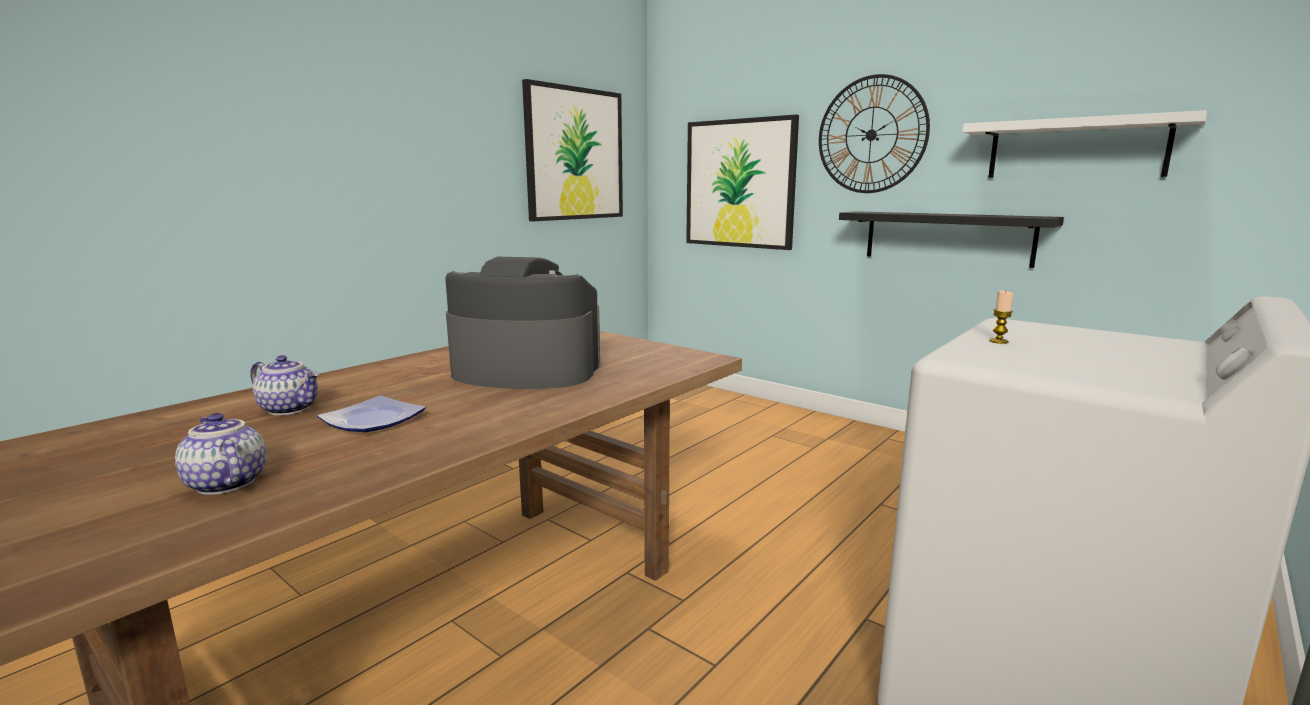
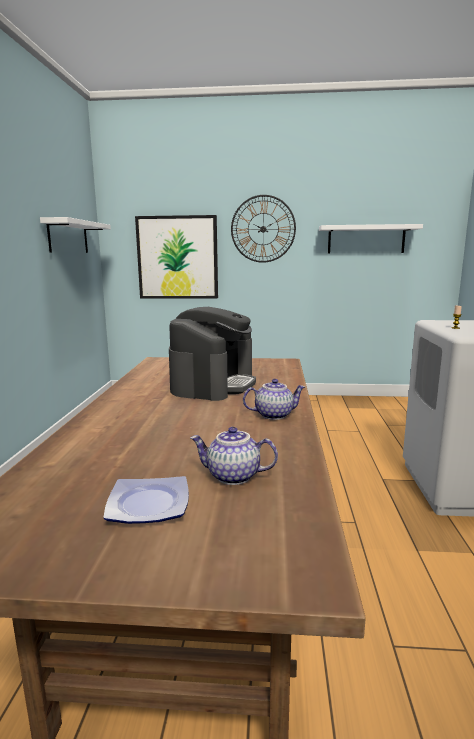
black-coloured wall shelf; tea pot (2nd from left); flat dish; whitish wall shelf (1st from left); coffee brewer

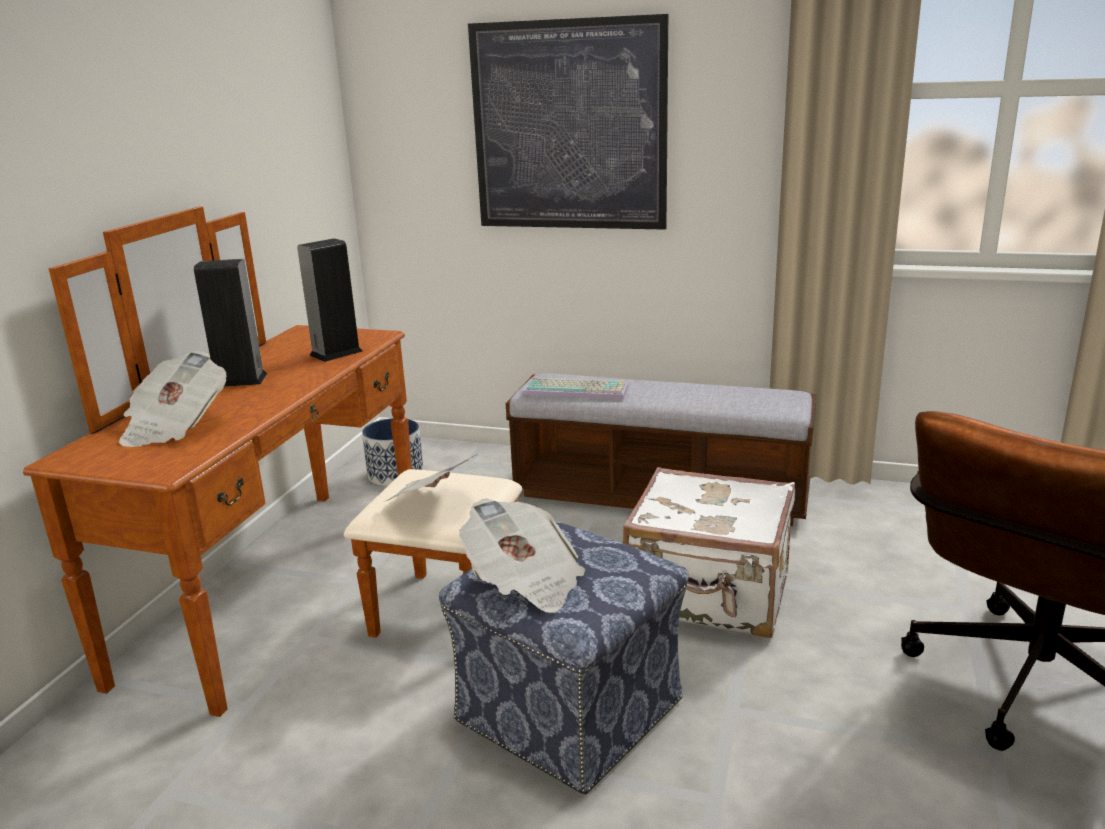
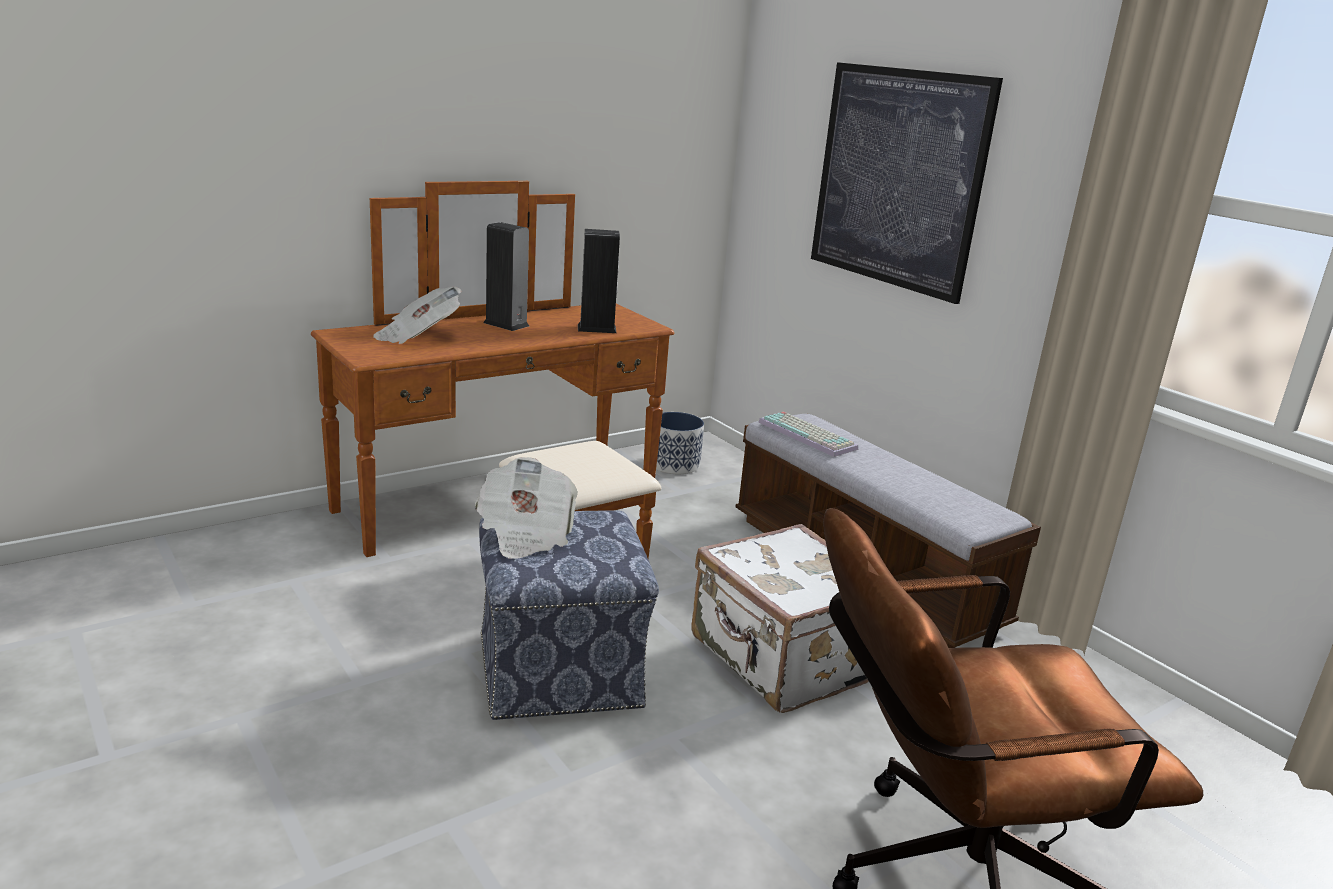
newspaper (2nd from left in the first image)

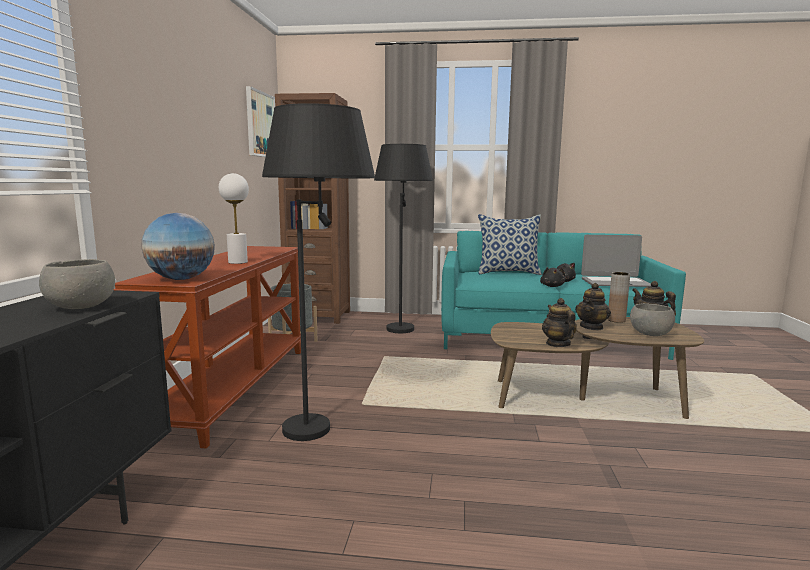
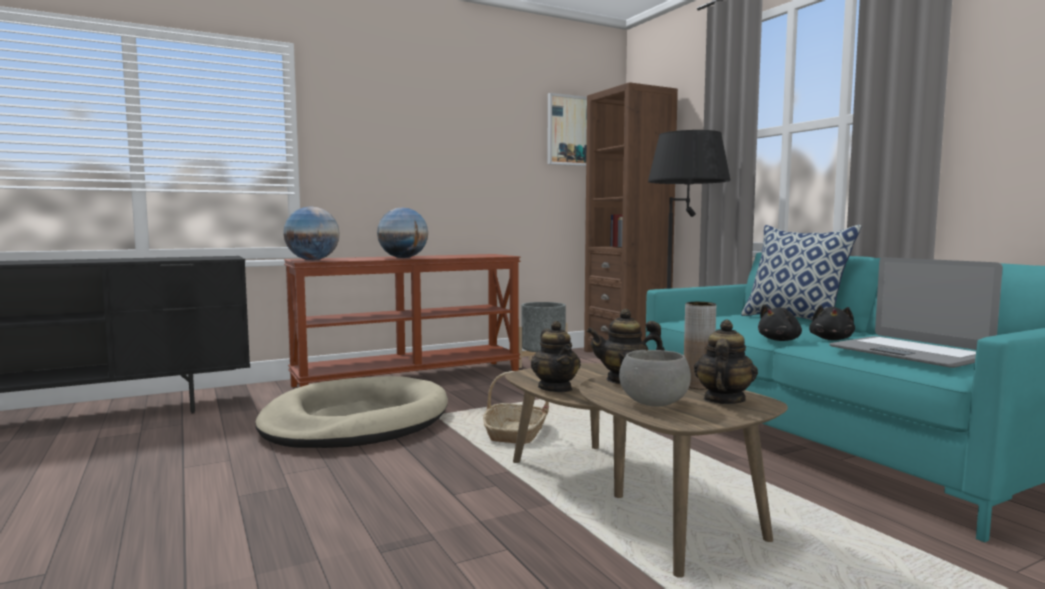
greyish bowl (1st from left in the first image); household basket; world globe (2nd from left); beige dog bed; tea pot (1st from left)

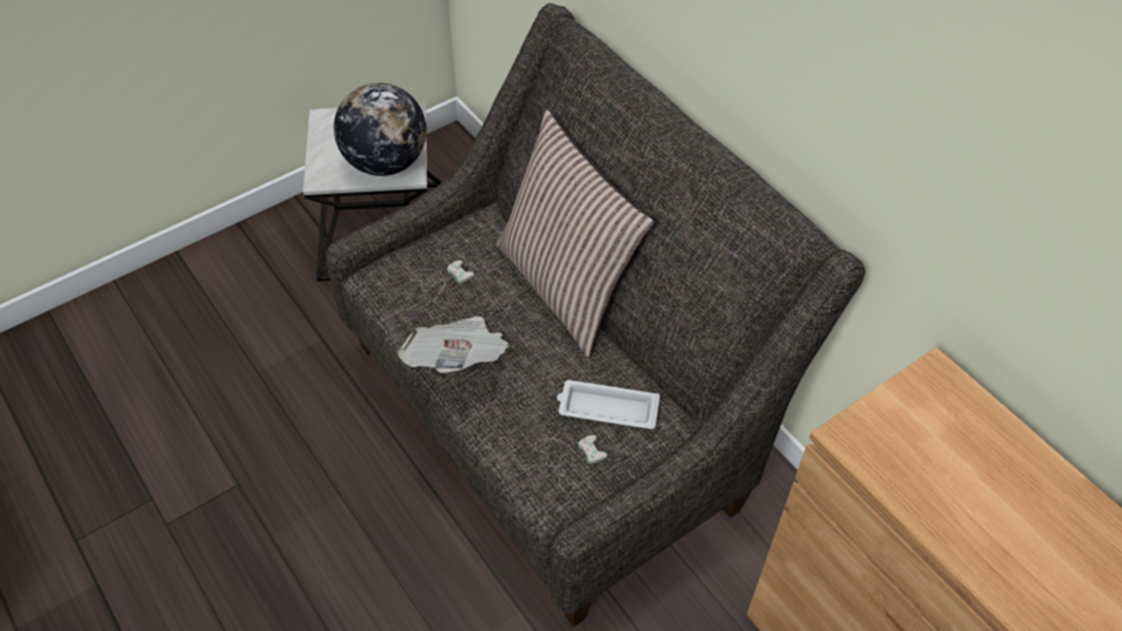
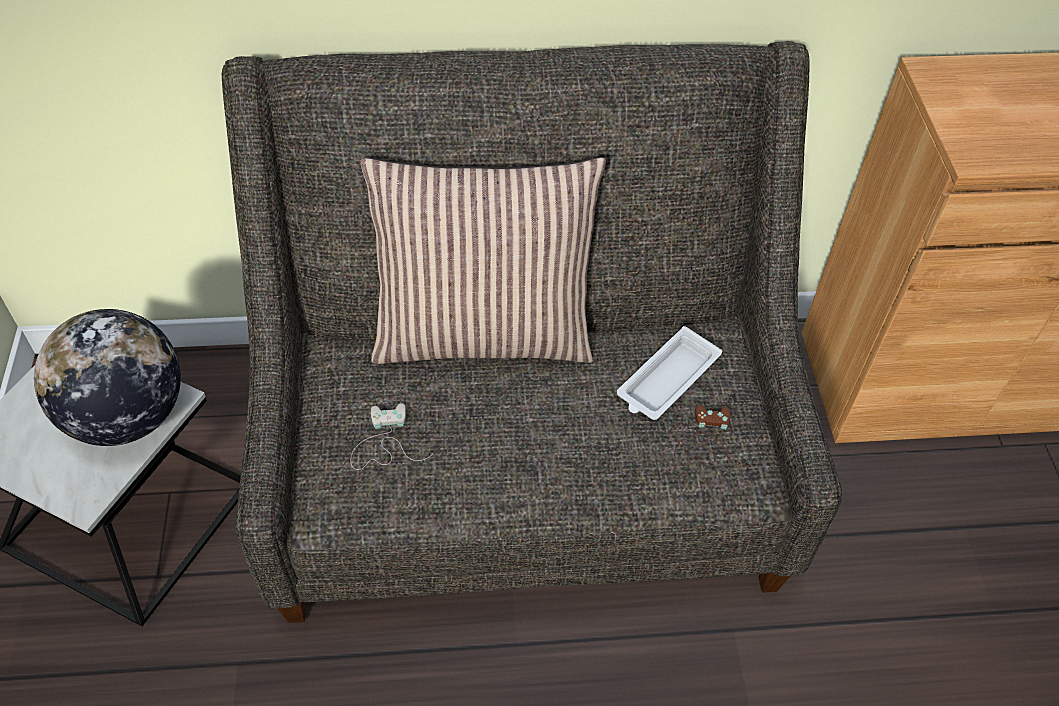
newspaper; brown-coloured joypad

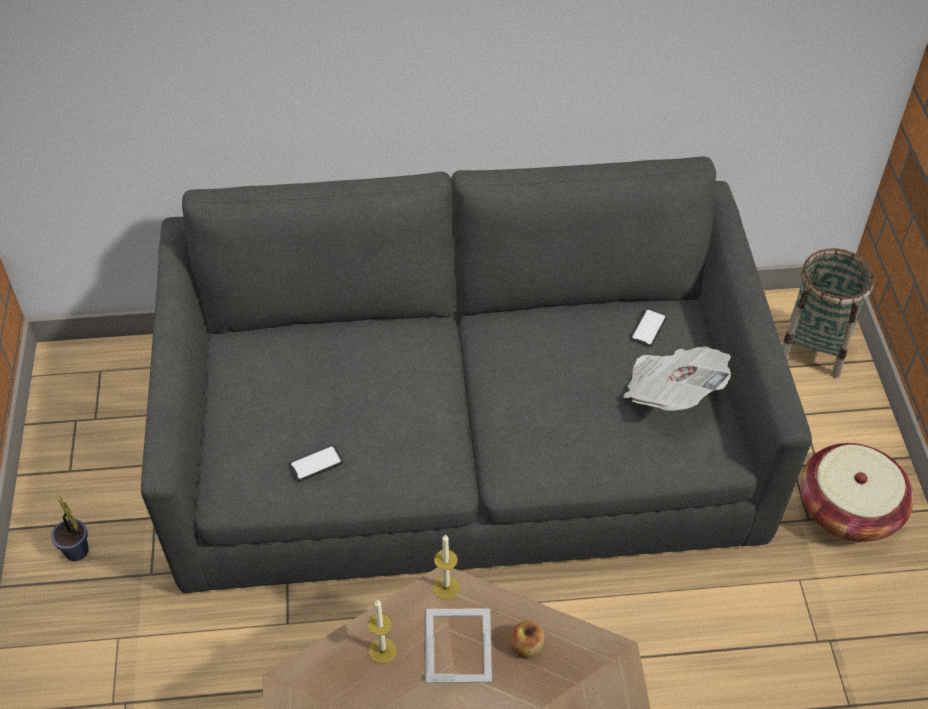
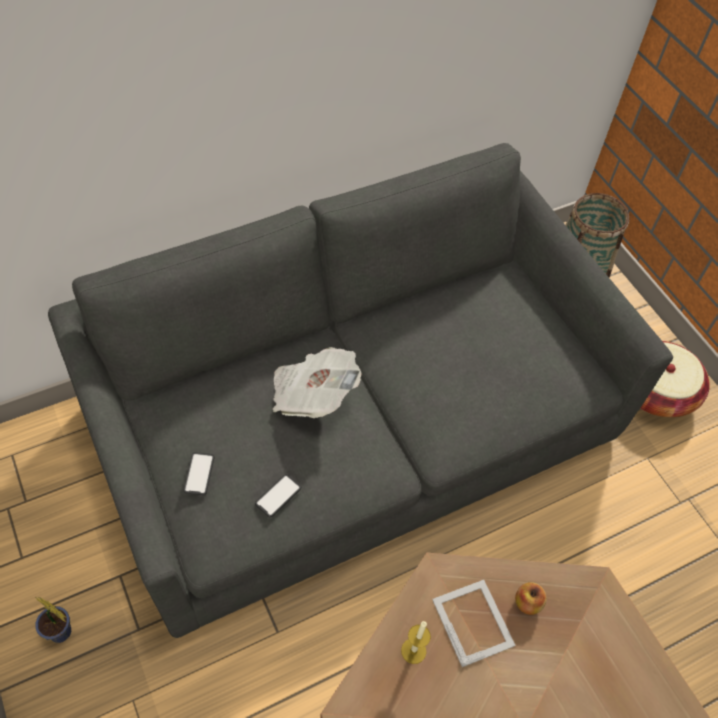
wax light (2nd from left in the first image); newspaper; handset (1st from left)

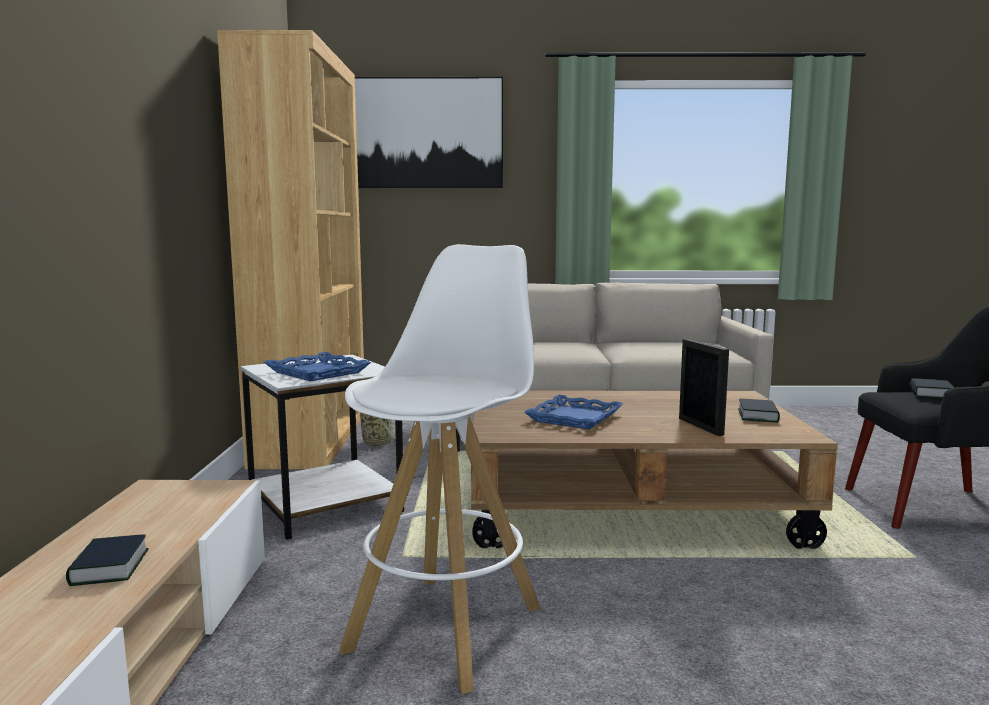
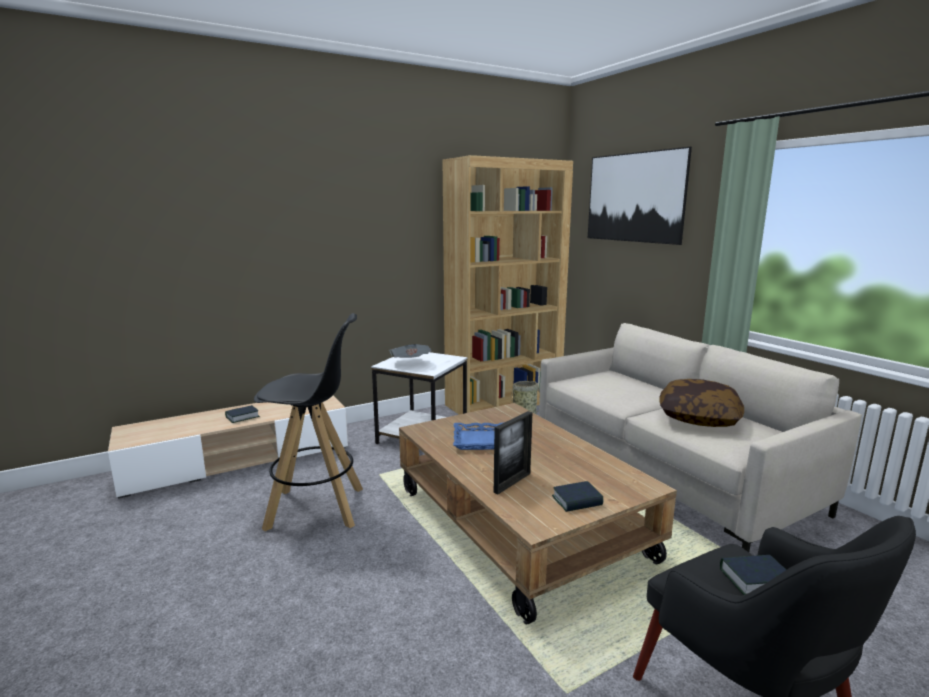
pillow; newspaper; black-coloured stool

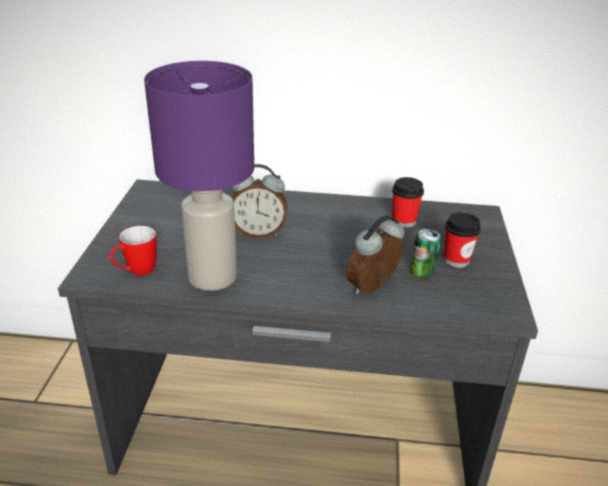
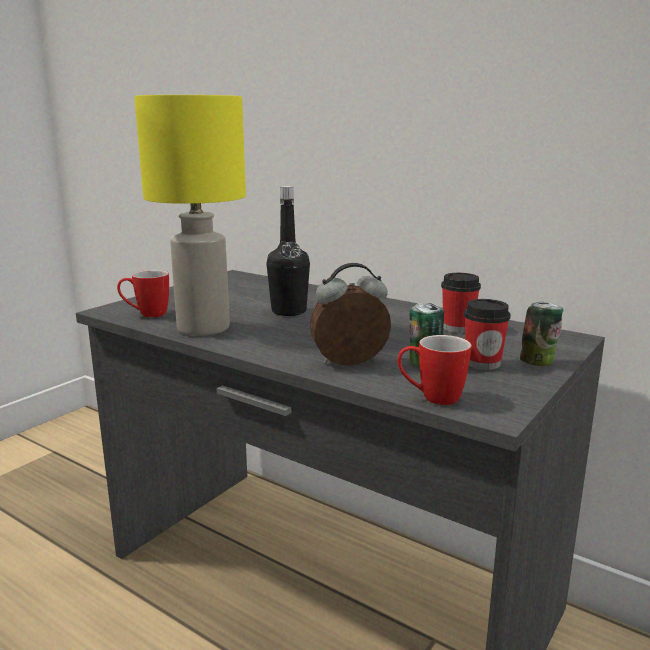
tea mug (2nd from left); can (2nd from left); black-coloured bottle; yellow-coloured lamp for a table

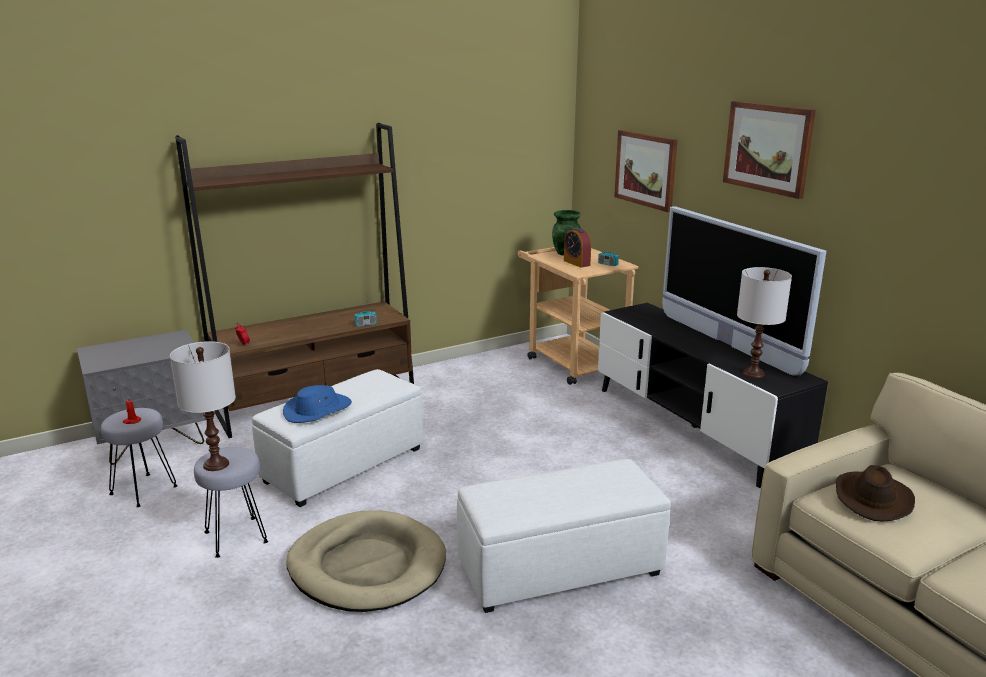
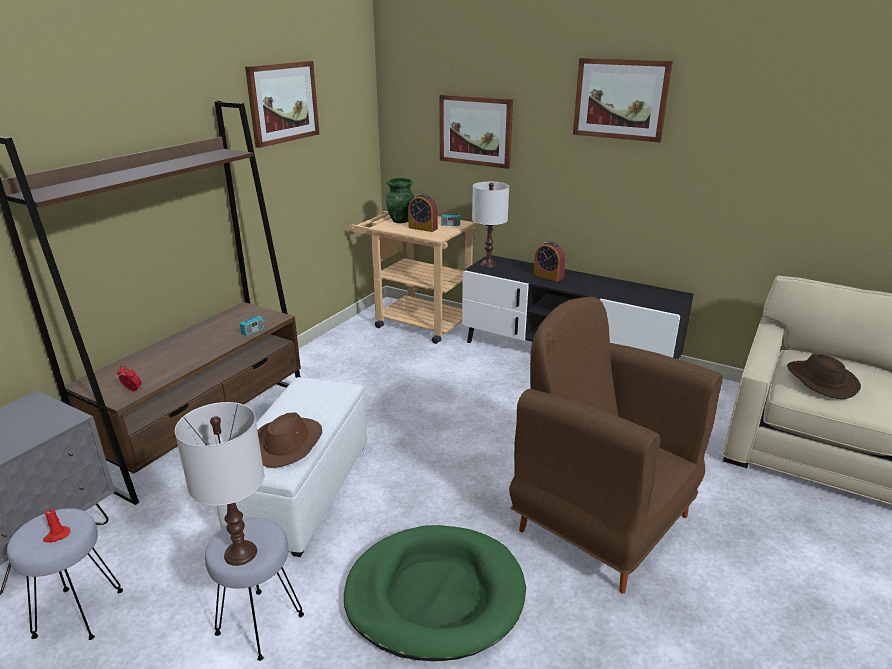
TV set; picture (1st from left); alarm clock (3rd from left); whitish lamp for a table (2nd from left); brown-coloured armchair; brown-coloured wearable hat (1st from left); greenish dog bed

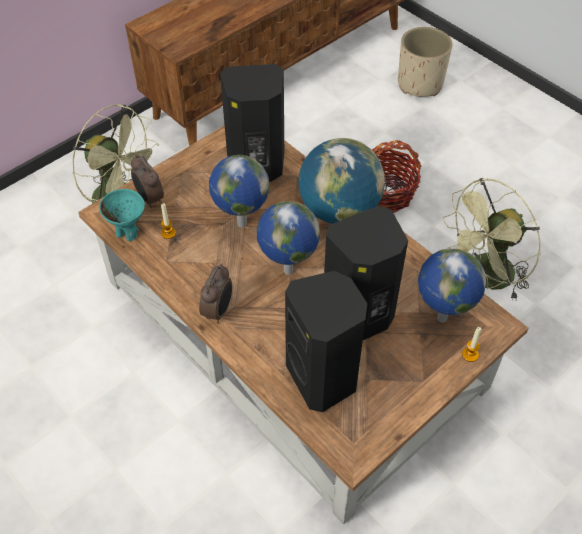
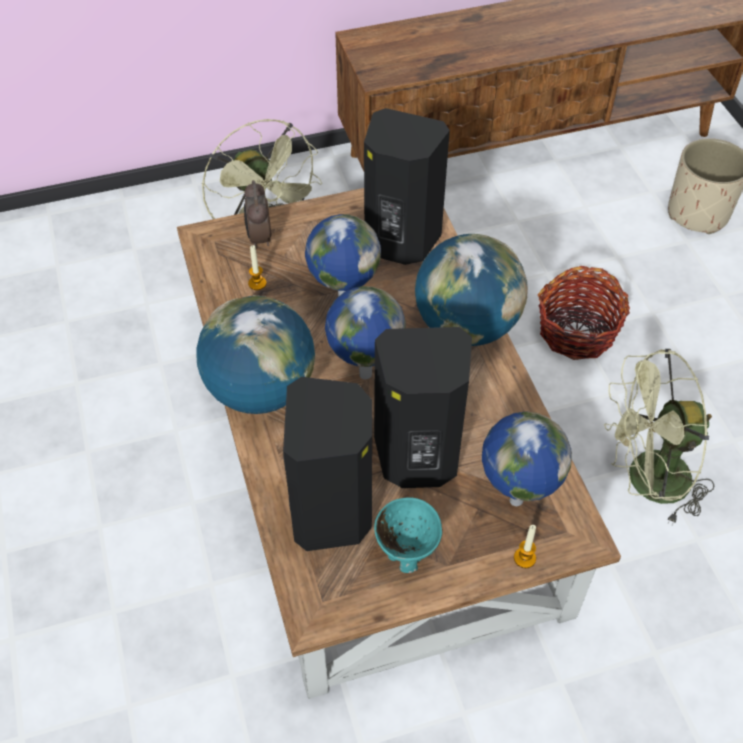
turquoise bowl; world globe (1st from left)

